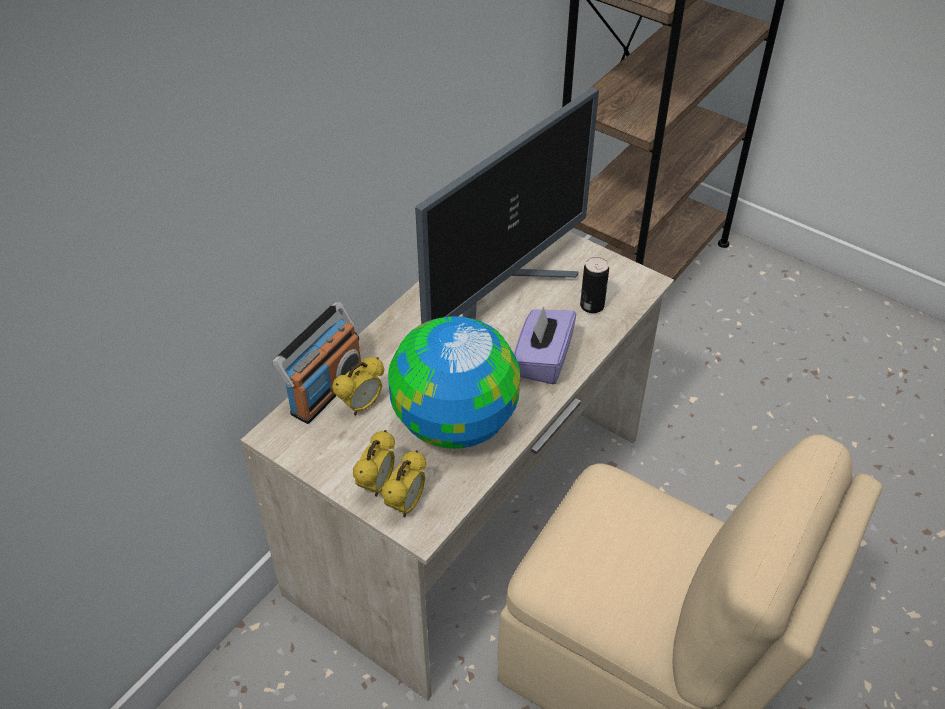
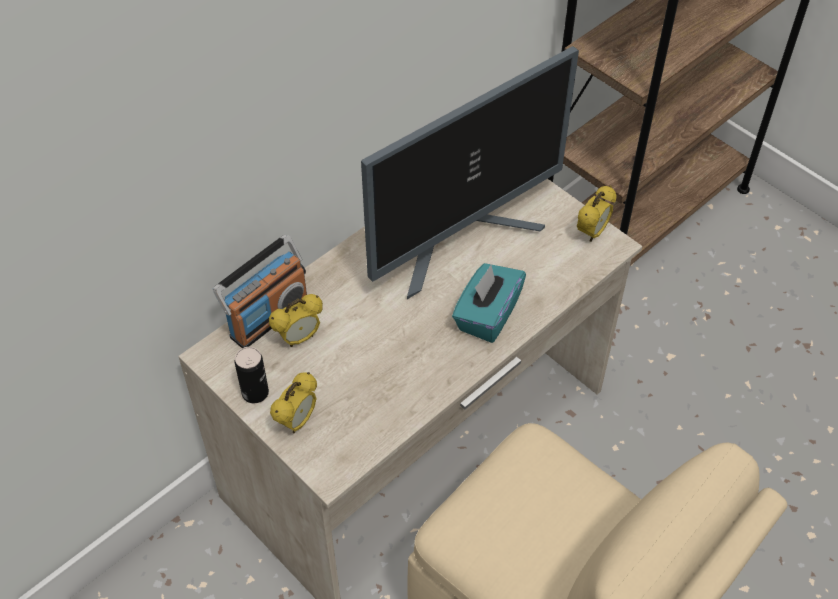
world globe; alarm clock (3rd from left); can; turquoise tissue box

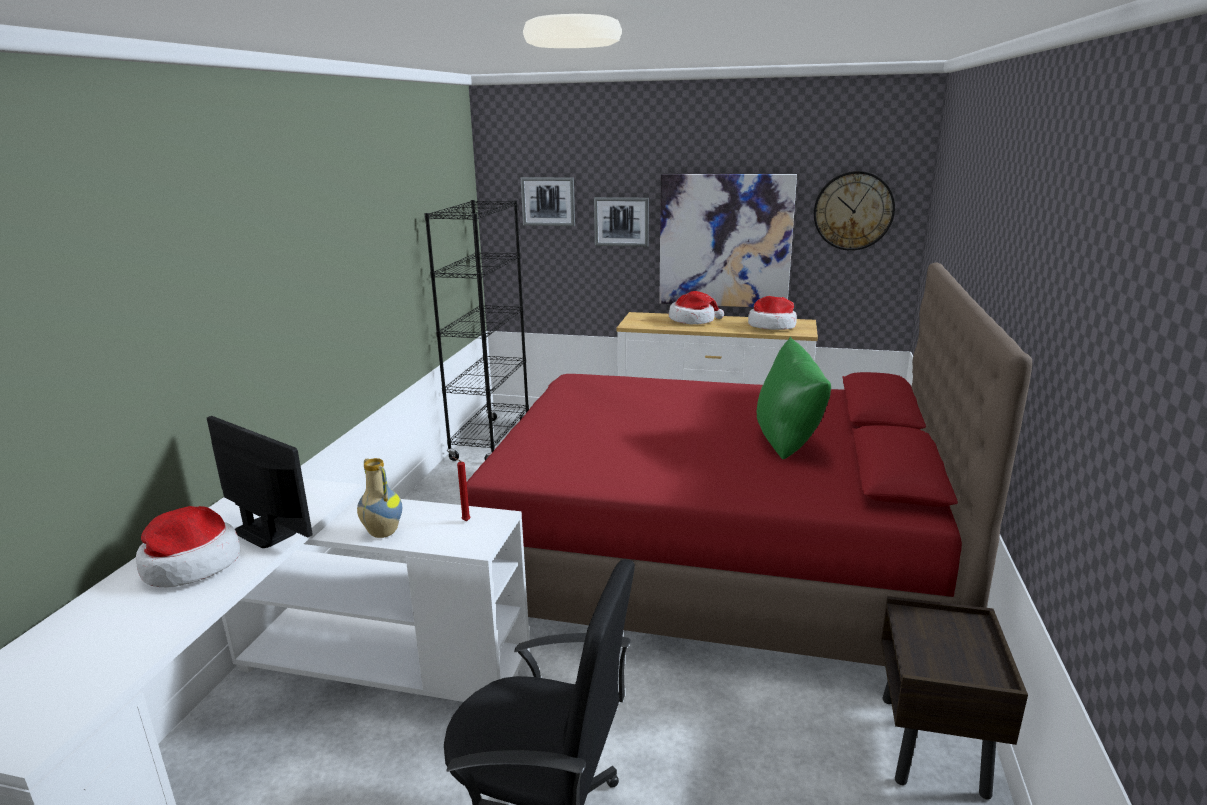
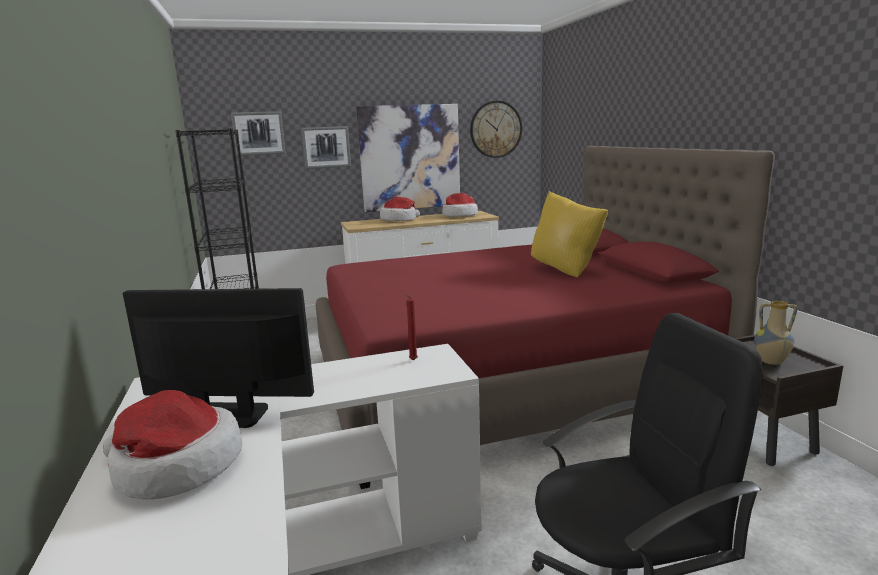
decorative vase; yellow-coloured pillow

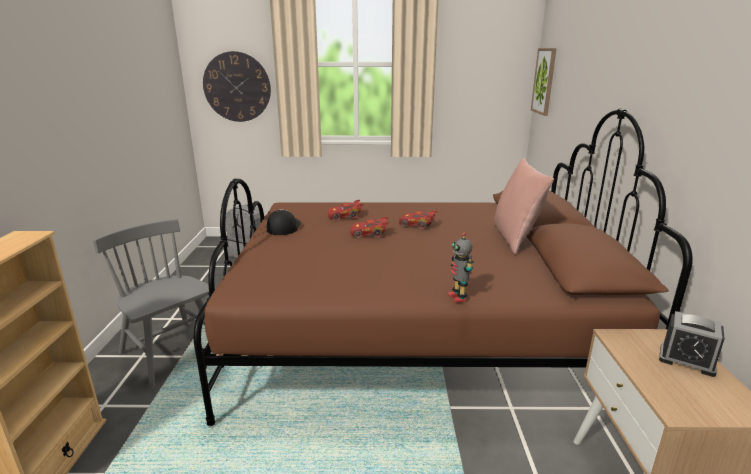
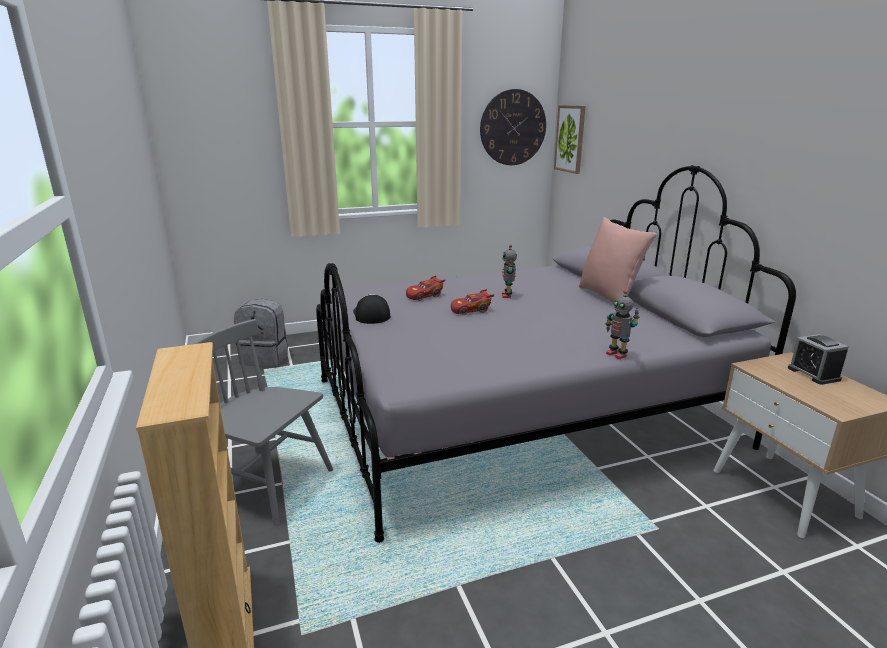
hanging clock; toy robot (1st from left); greyish bed; alarm clock

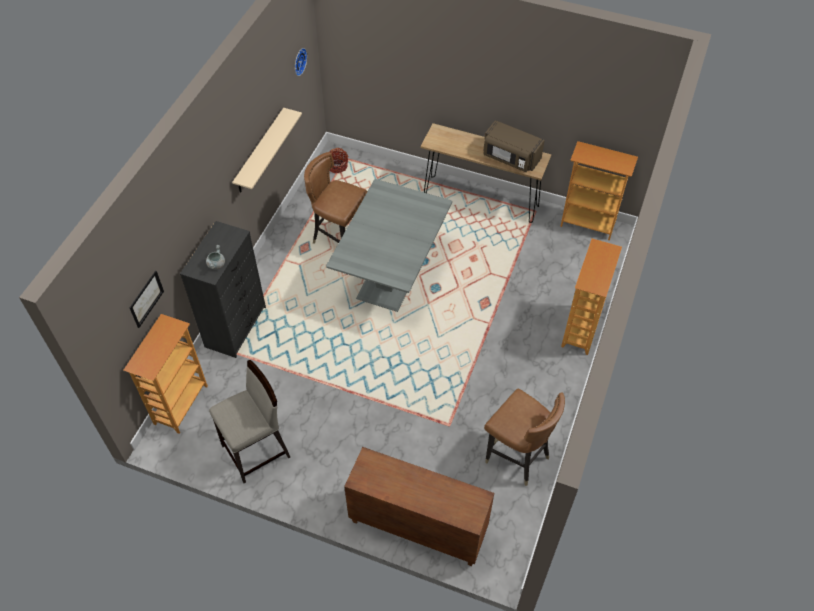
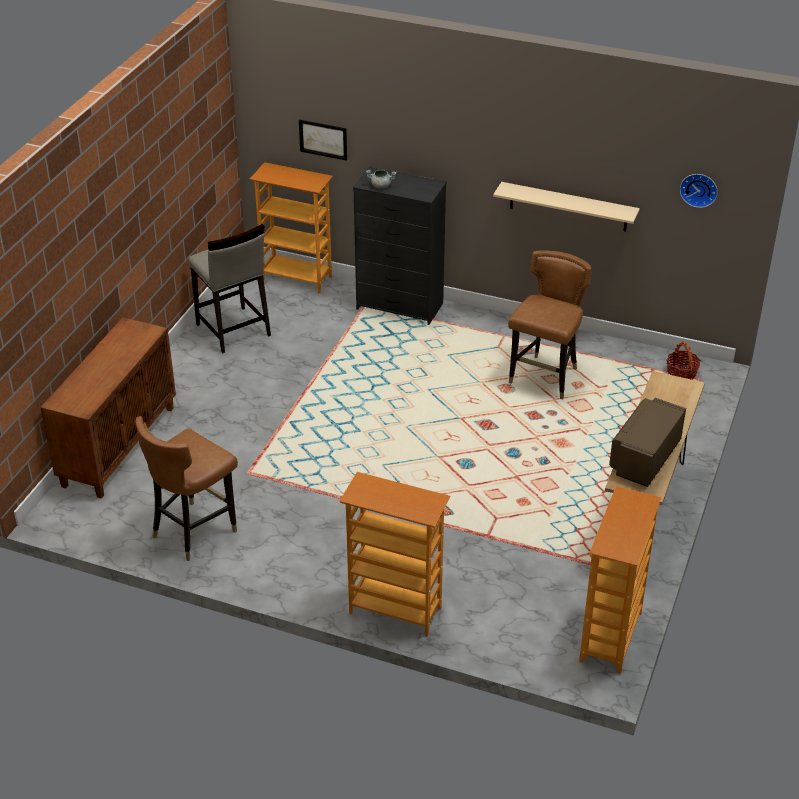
greyish dining table

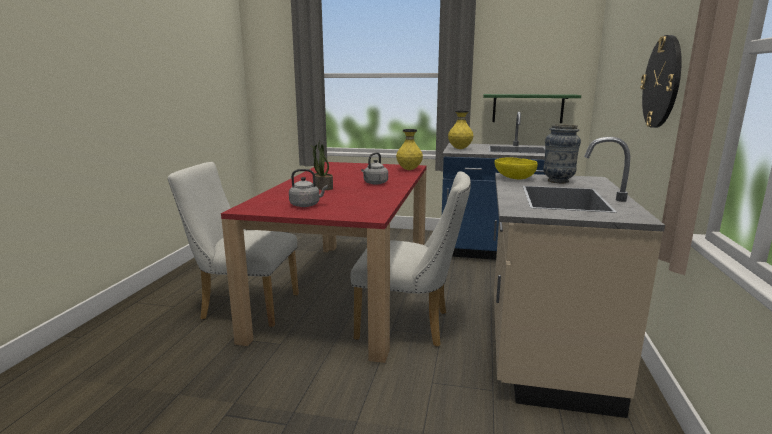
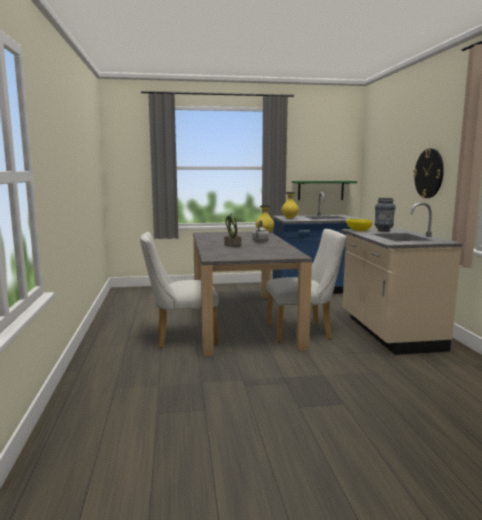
greyish water kettle (1st from left in the first image); greyish dining table

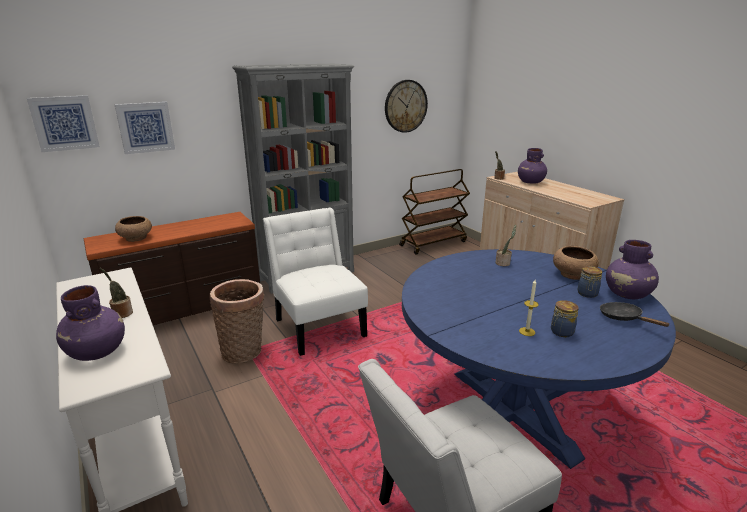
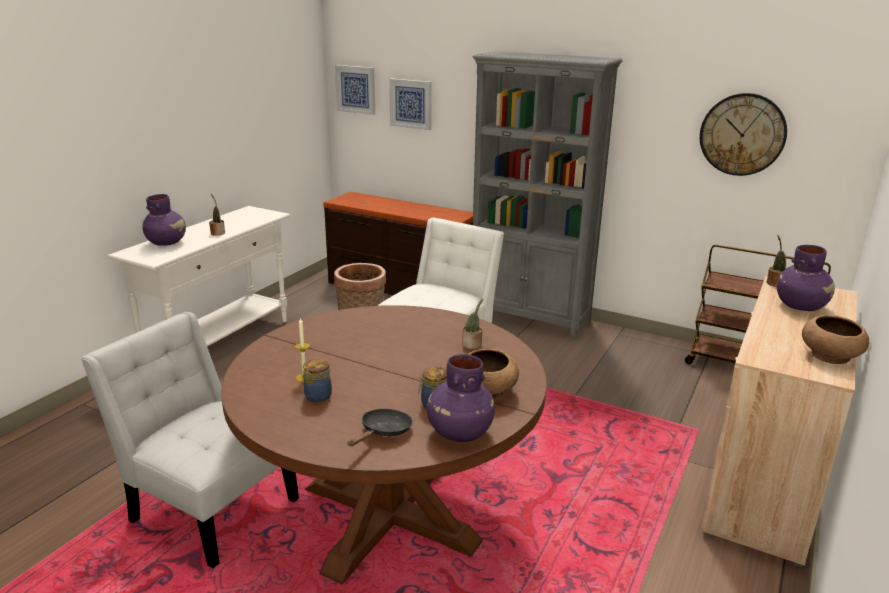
brown-coloured bowl (2nd from left); brown-coloured dining table

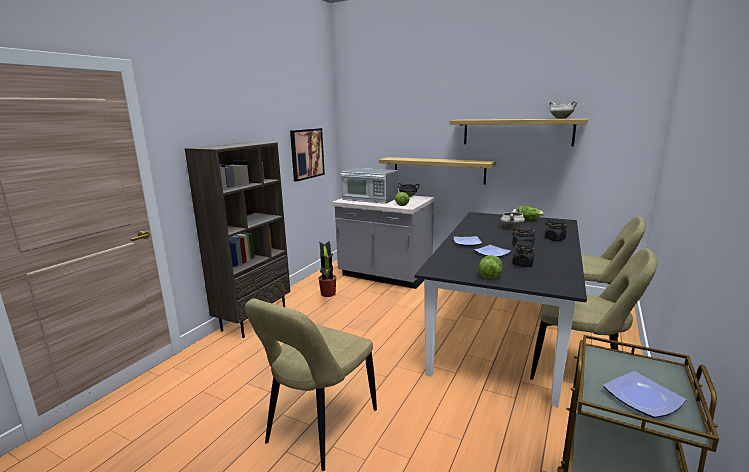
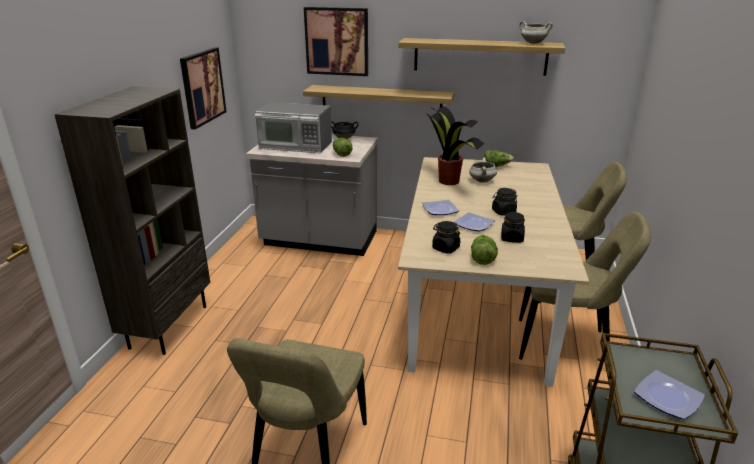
picture (2nd from left); houseplant; black-coloured jar (1st from left); beige dining table

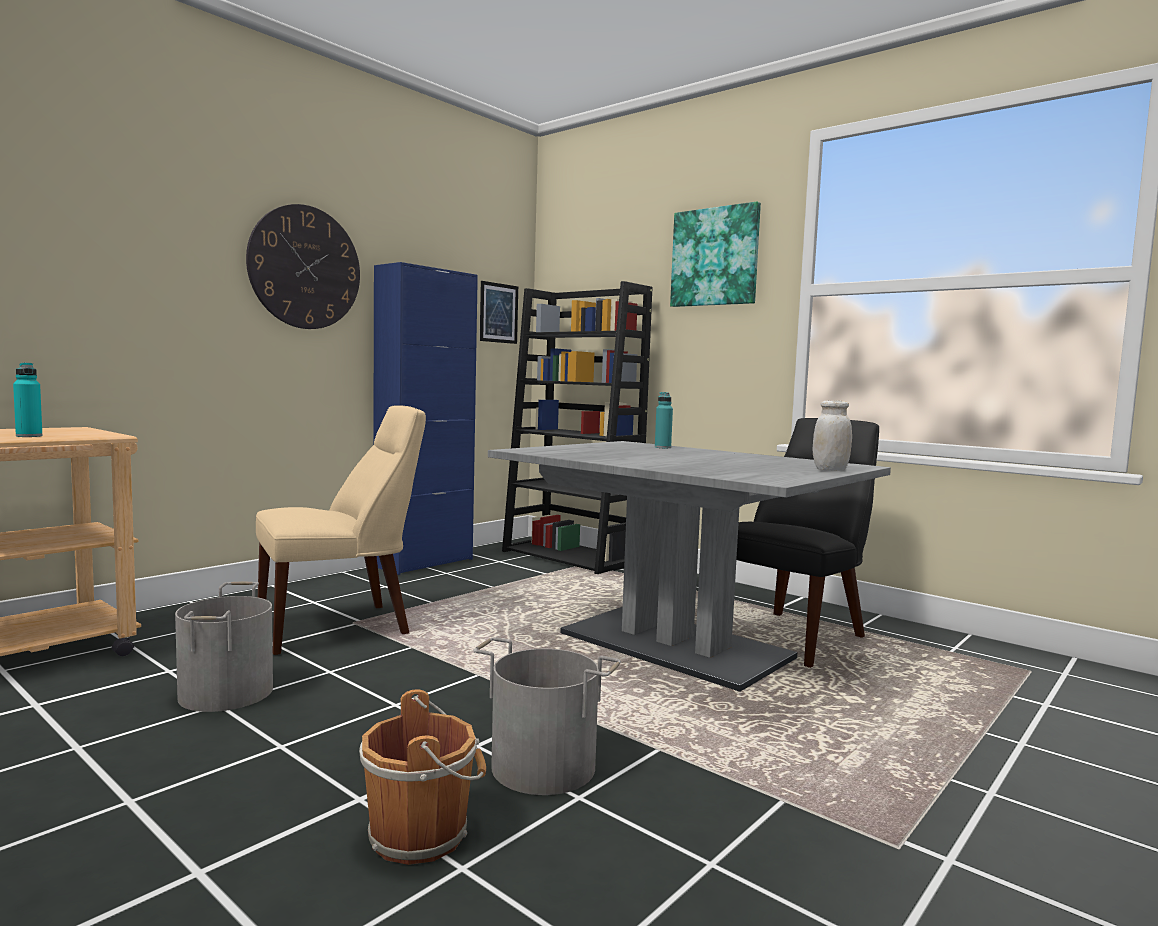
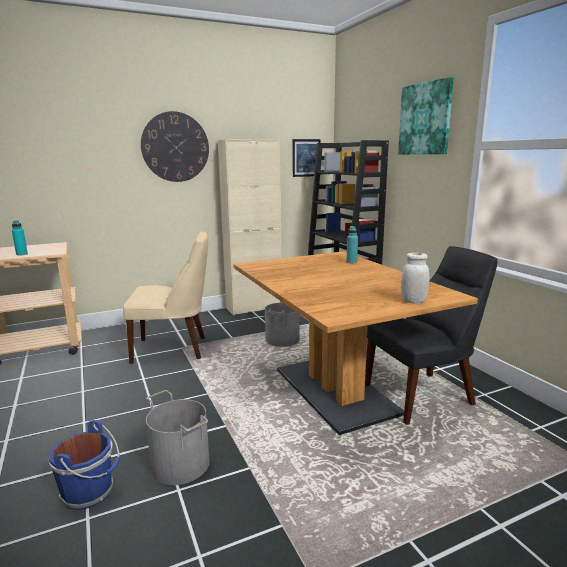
greyish bucket (2nd from left); blue bucket; beige cupboard; brown-coloured dining table

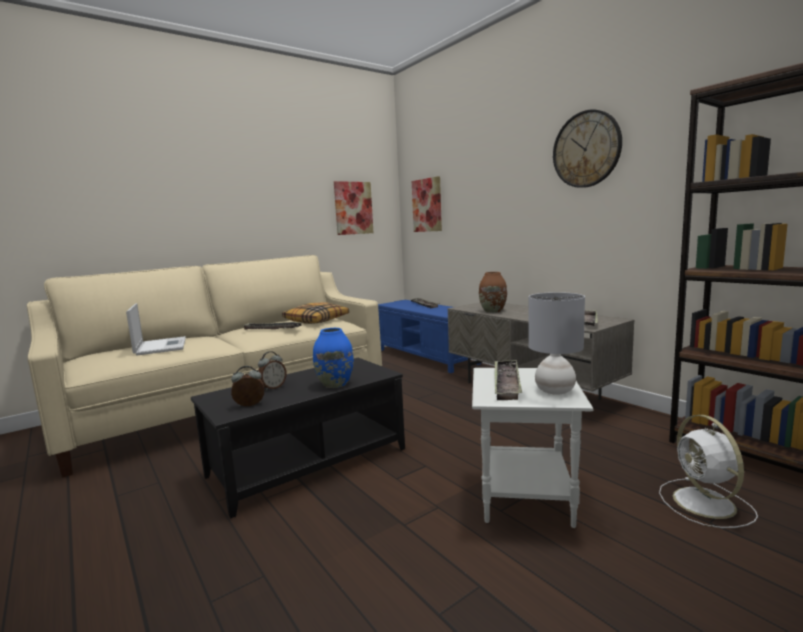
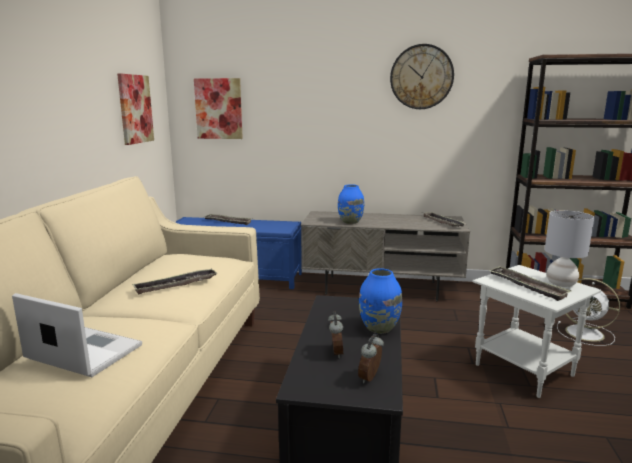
pillow; blue decorative vase (1st from left)

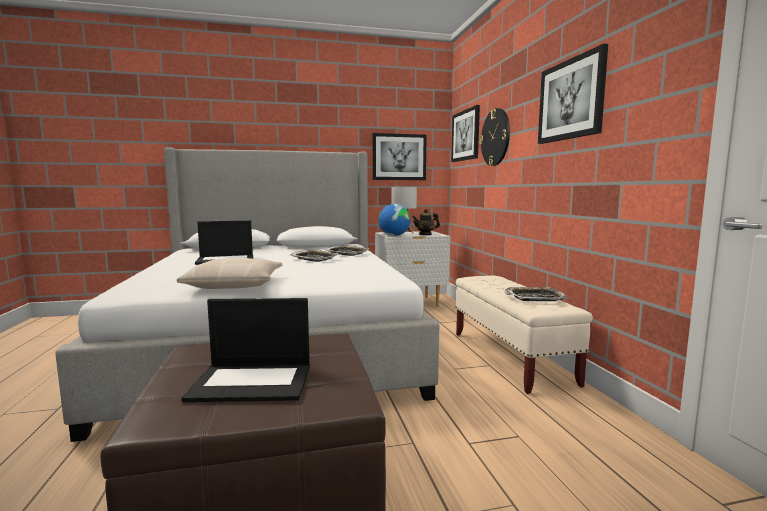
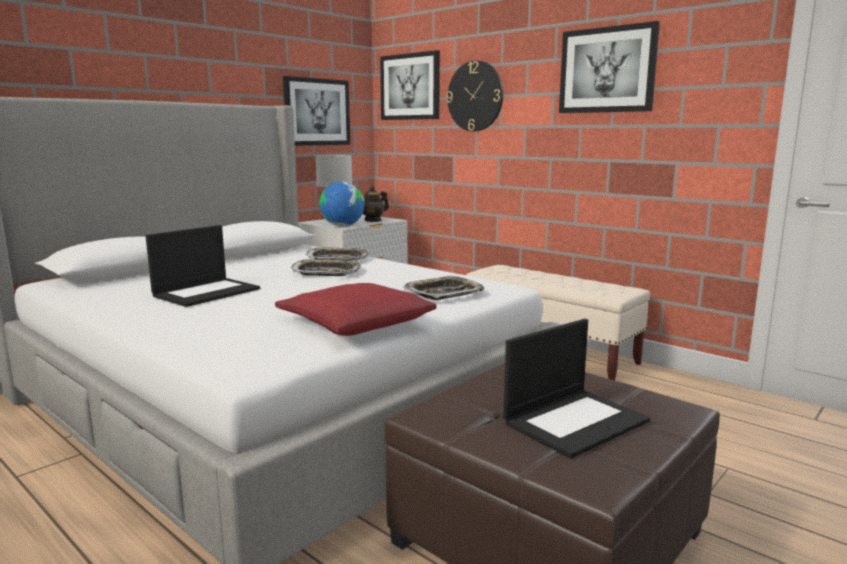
carrying tray (3rd from left); red-coloured pillow

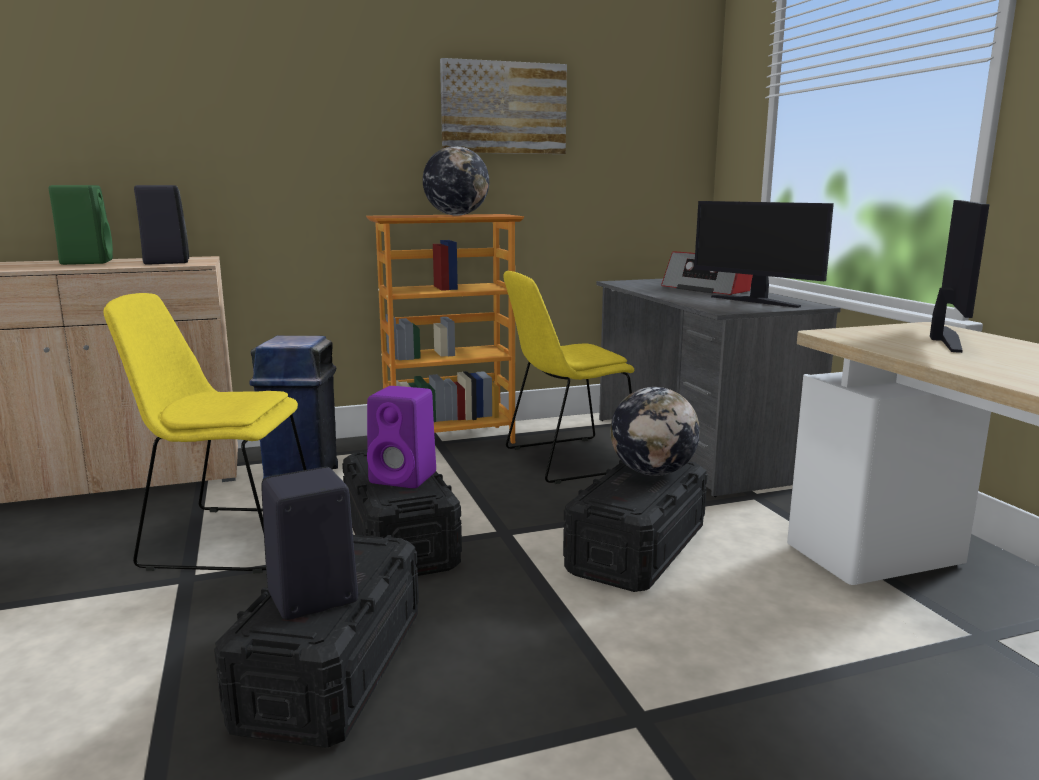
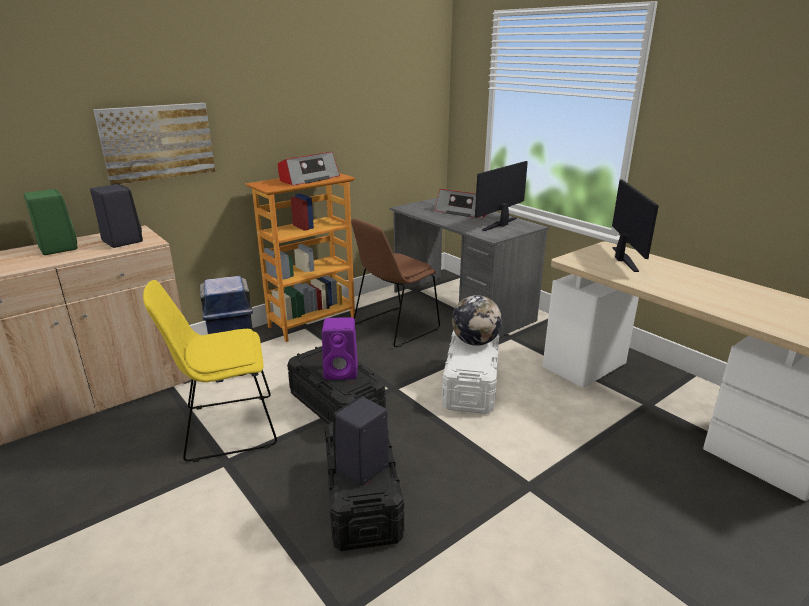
picture; radio receiver (1st from left); brown-coloured upright chair; whitish storage bin; monitor (1st from left)

